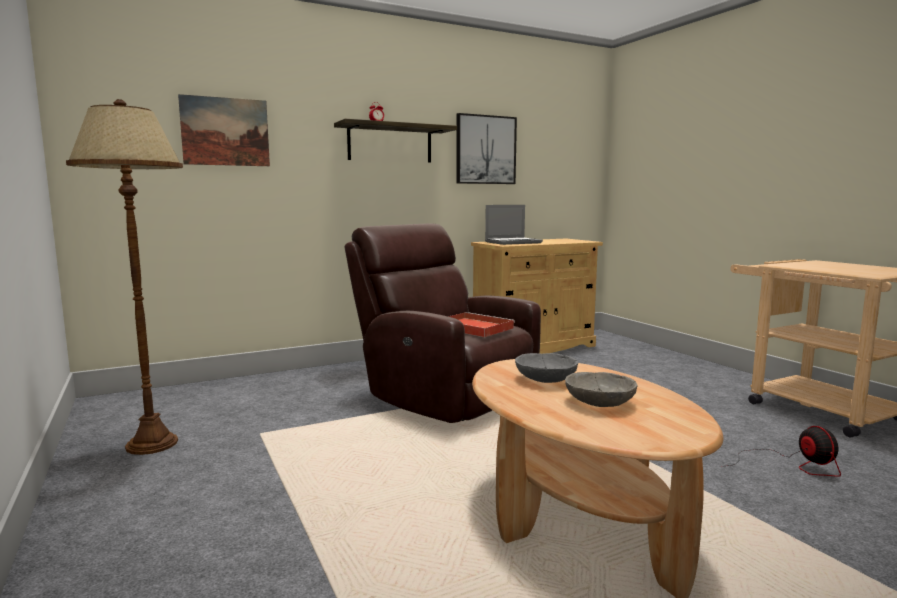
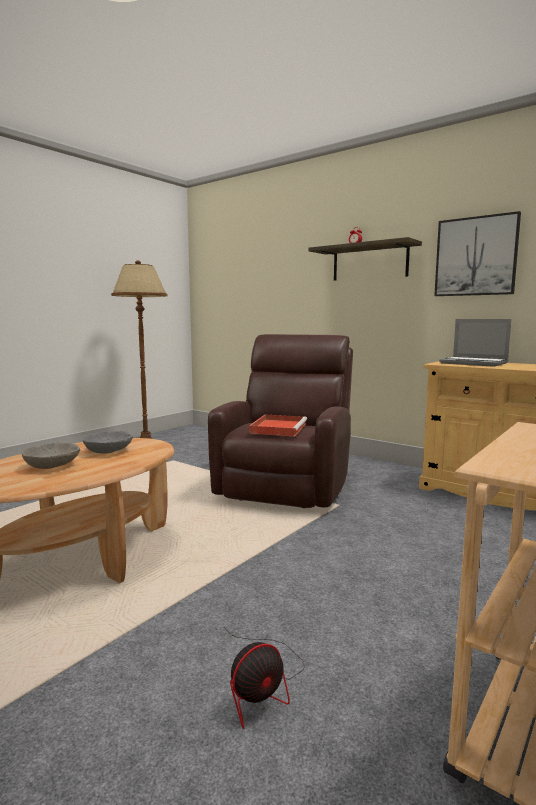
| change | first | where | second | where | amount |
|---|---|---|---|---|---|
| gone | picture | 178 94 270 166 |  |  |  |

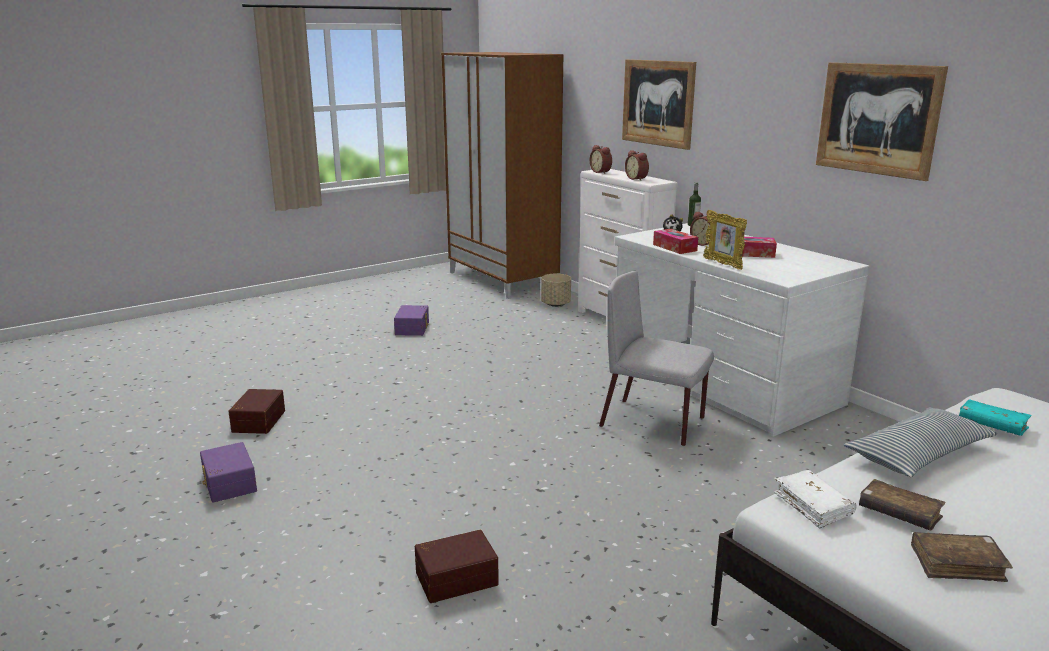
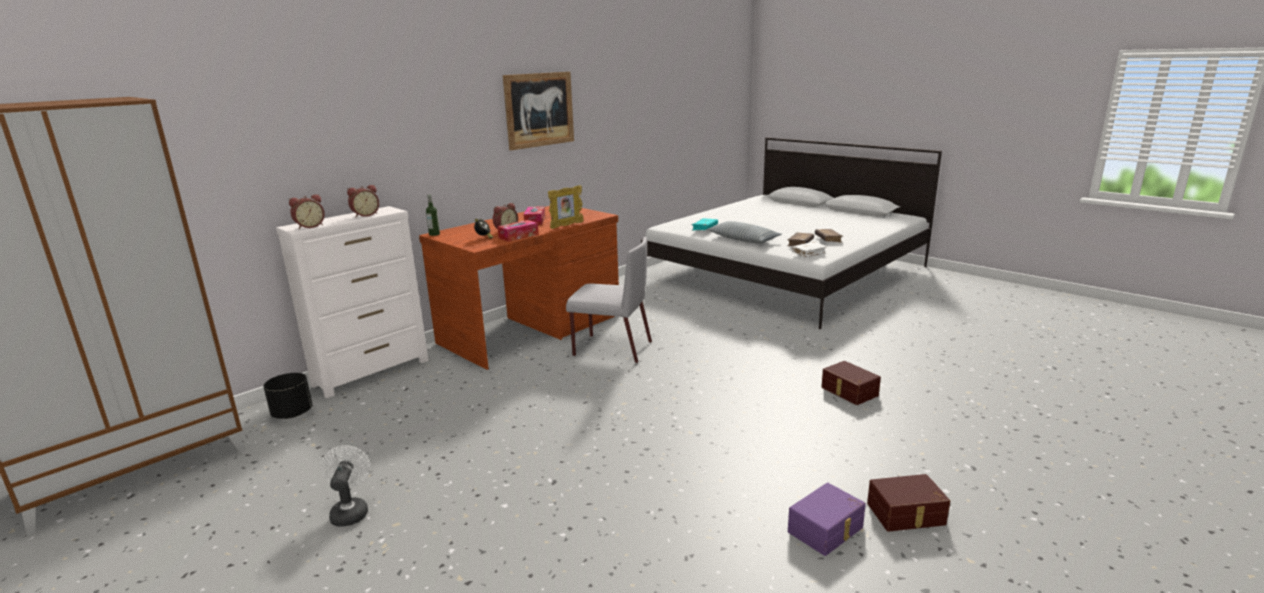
| change | first | where | second | where | amount |
|---|---|---|---|---|---|
| repainted | sand-coloured flower pot | 541 274 571 307 | black-coloured flower pot | 263 373 313 419 |  |
| swapped | purple-coloured storage container | 394 305 429 336 | whitish fan | 321 446 371 527 |  |
| repainted | whitish desk | 615 223 870 437 | brown-coloured desk | 419 206 619 370 |  |
| rotated | greyish chair | 599 271 714 446 |  | 566 237 652 363 | 90 degrees counterclockwise |
| shifted | brown-coloured storage container | 228 389 285 434 |  | 867 474 950 532 |  |
| gone | picture | 622 59 696 150 |  |  |  |

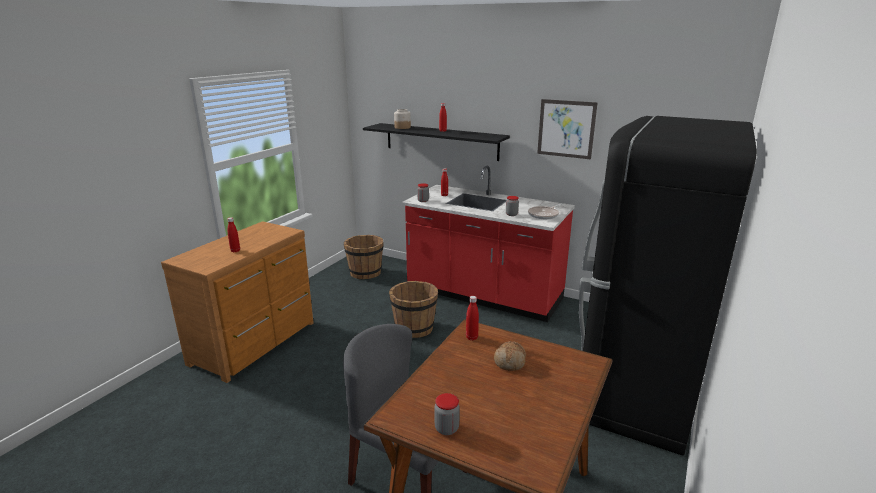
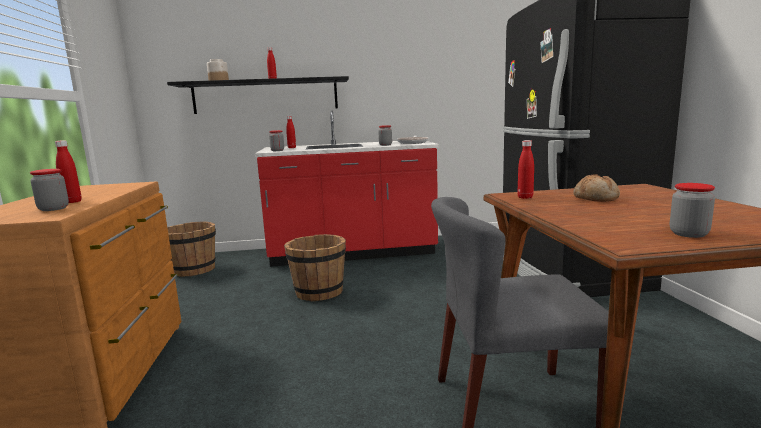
| change | first | where | second | where | amount |
|---|---|---|---|---|---|
| new |  |  | preserve jar | 30 169 69 211 |  |
| gone | picture | 537 99 598 159 |  |  |  |

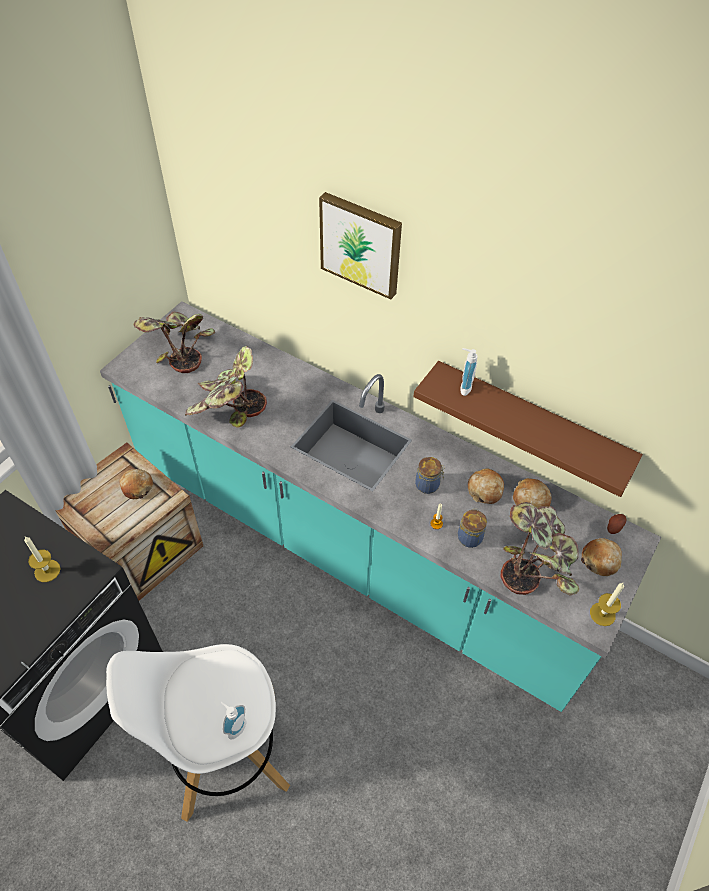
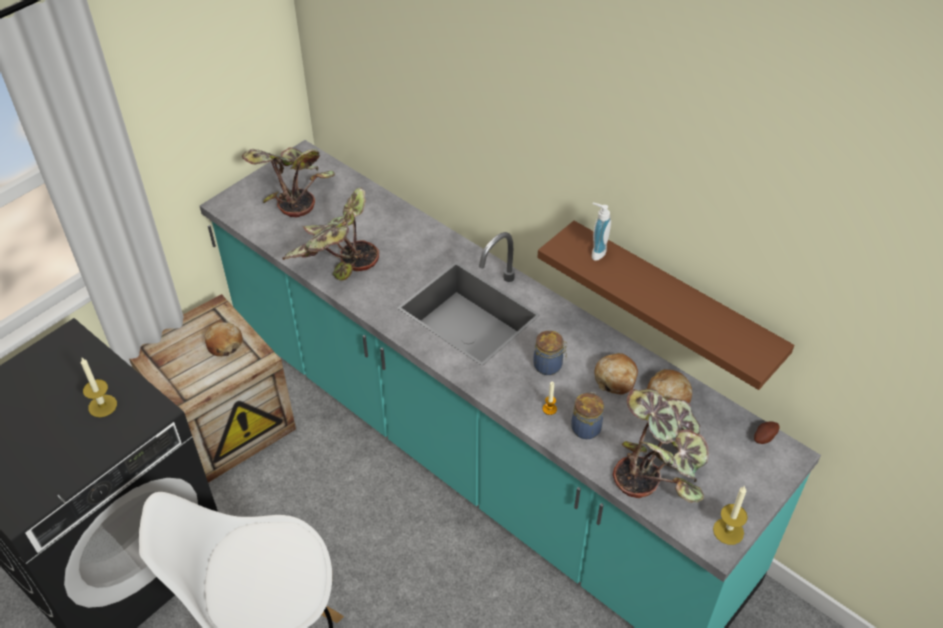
| change | first | where | second | where | amount |
|---|---|---|---|---|---|
| gone | soap bottle | 221 702 247 740 |  |  |  |
| gone | picture | 319 192 402 299 |  |  |  |
| gone | bread | 581 538 622 576 |  |  |  |

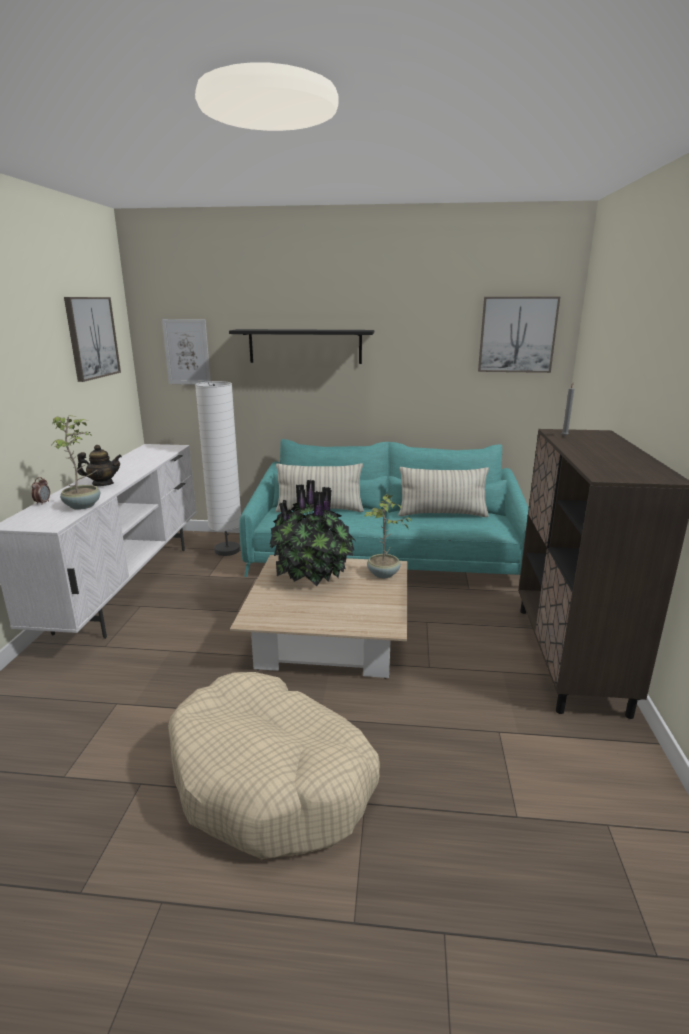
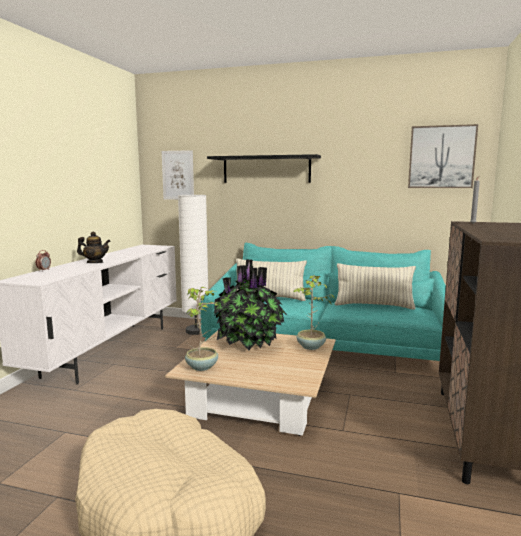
| change | first | where | second | where | amount |
|---|---|---|---|---|---|
| shifted | houseplant | 52 415 100 510 |  | 185 287 220 371 |  |
| gone | picture | 64 297 121 382 |  |  |  |

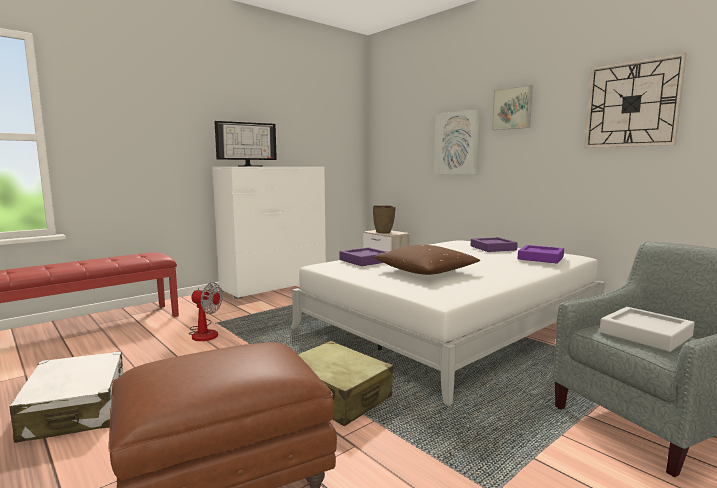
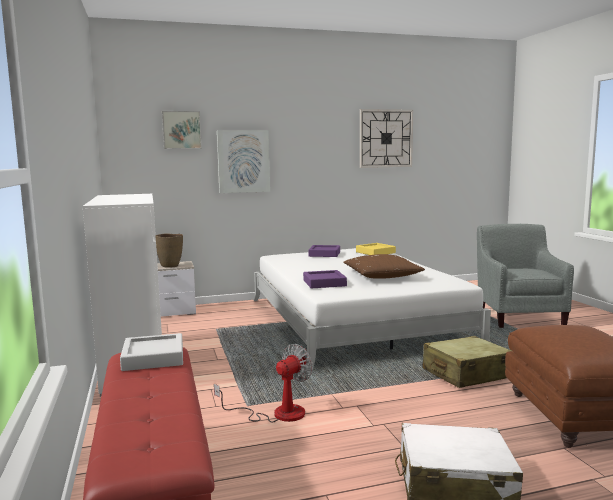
| change | first | where | second | where | amount |
|---|---|---|---|---|---|
| shifted | greyish serving tray | 600 307 695 352 |  | 120 333 183 371 |  |
| shifted | picture | 492 85 533 130 |  | 162 111 202 149 |  |
| repainted | purple-coloured serving tray | 517 245 564 264 | yellow-coloured serving tray | 356 243 396 255 |  |
| gone | monitor | 214 121 277 167 |  |  |  |

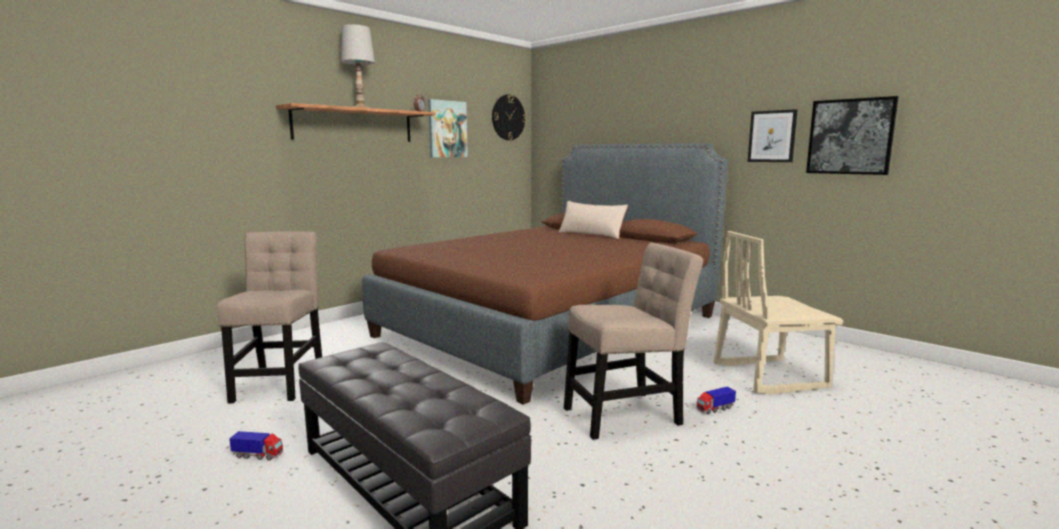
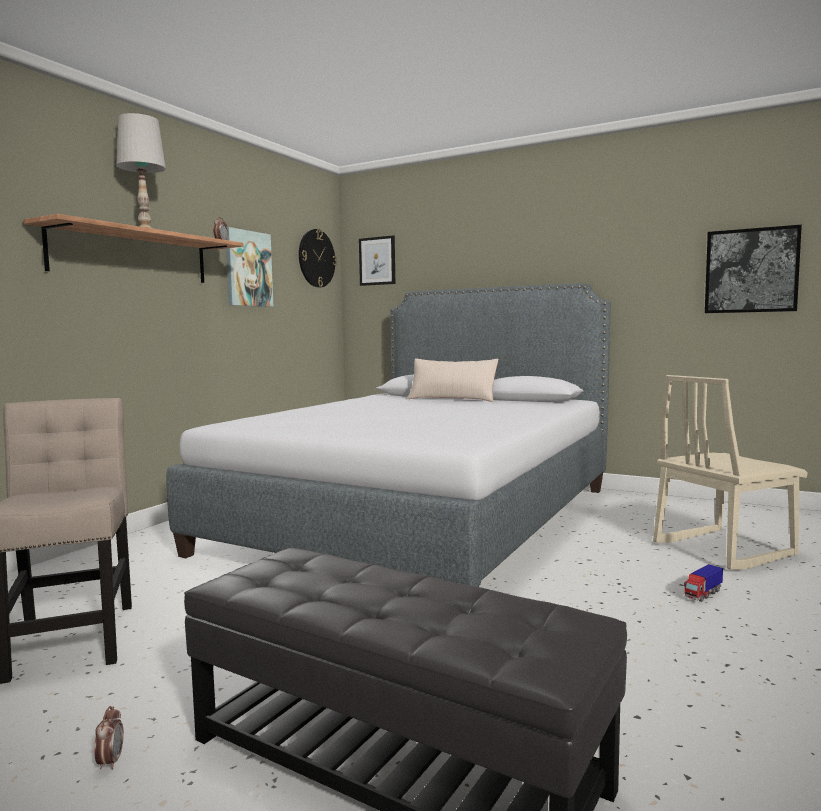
| change | first | where | second | where | amount |
|---|---|---|---|---|---|
| swapped | toy lorry | 229 431 283 460 | table clock | 94 706 124 770 |  |
| repainted | brown-coloured sleeping bed | 362 143 728 405 | greyish sleeping bed | 166 283 611 587 |  |
| shifted | picture | 748 109 798 162 |  | 359 235 395 286 |  |
| gone | sand-coloured chair | 564 243 703 440 |  |  |  |

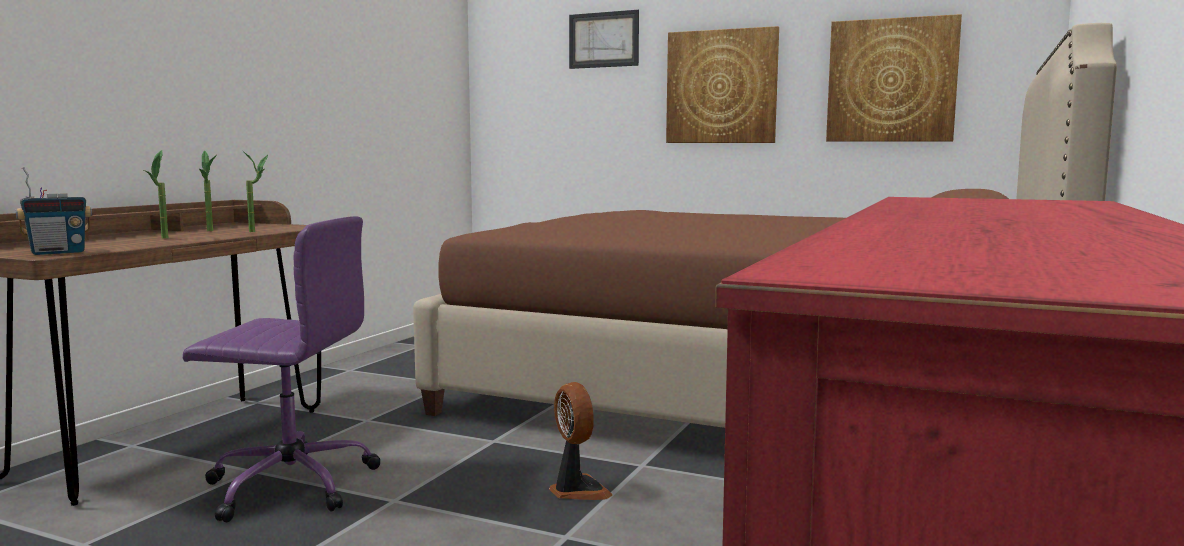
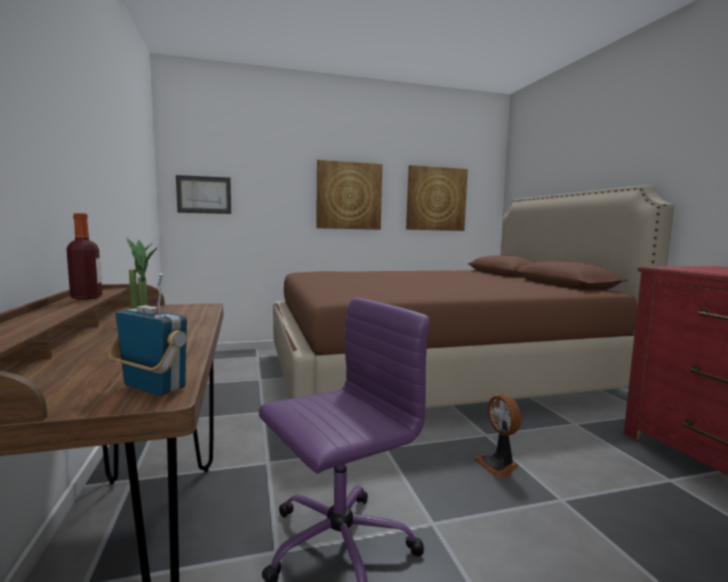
| change | first | where | second | where | amount |
|---|---|---|---|---|---|
| new |  |  | beverage bottle | 66 213 102 300 |  |
| rotated | radio set | 15 167 92 255 |  | 108 273 187 396 | 75 degrees counterclockwise |
| shifted | picture | 569 10 639 69 |  | 176 175 231 214 |  |
| rotated | fan | 549 382 612 500 |  | 474 394 522 478 | 135 degrees counterclockwise |
| gone | houseplant | 243 151 268 232 |  |  |  |

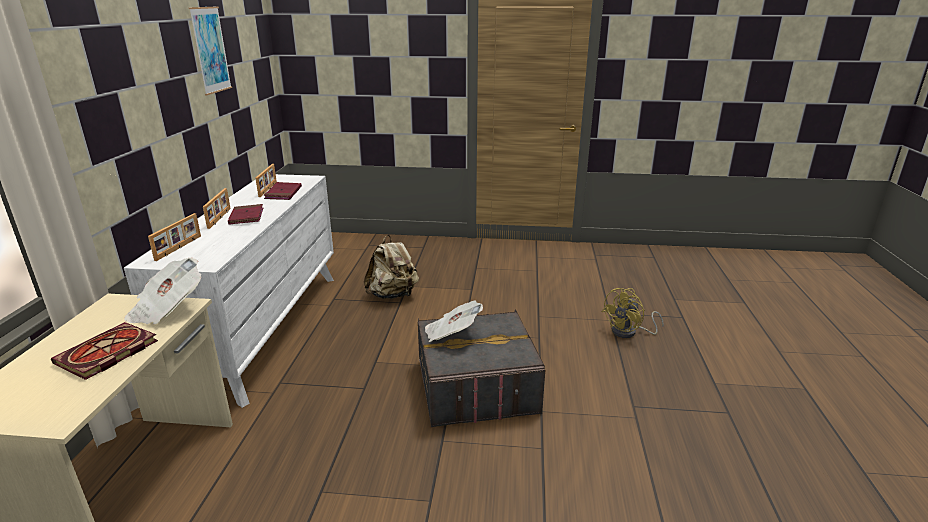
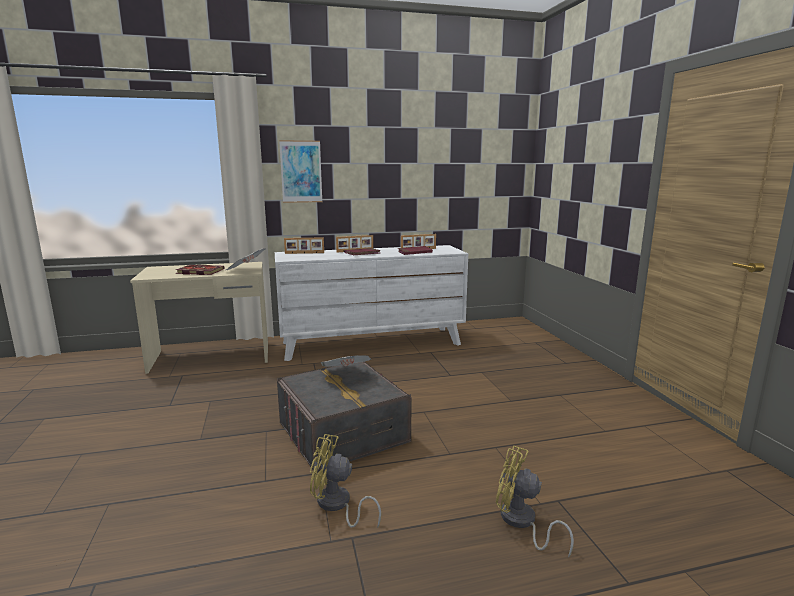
| change | first | where | second | where | amount |
|---|---|---|---|---|---|
| shifted | picture | 189 7 232 95 |  | 279 140 322 203 |  |
| new |  |  | yellow-coloured fan | 310 434 381 528 |  |
| gone | sand-coloured rucksack | 364 235 419 299 |  |  |  |

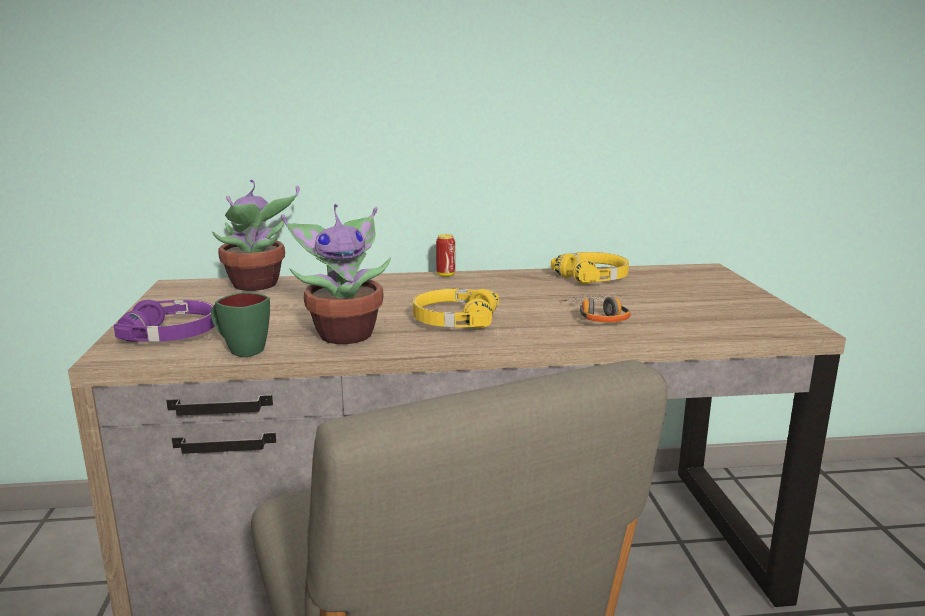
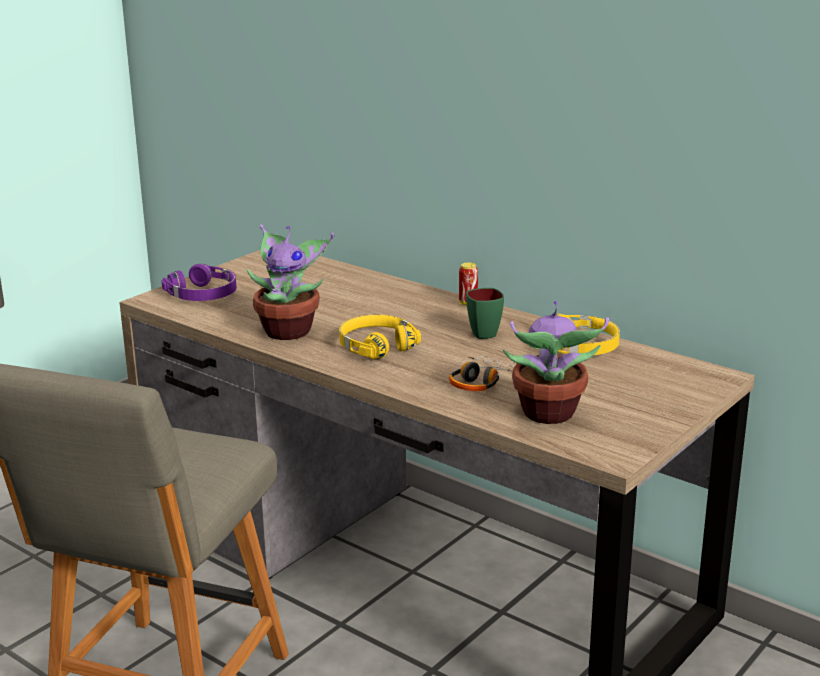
| change | first | where | second | where | amount |
|---|---|---|---|---|---|
| shifted | greenish tea mug | 211 292 270 357 |  | 466 288 504 339 |  |
| shifted | houseplant | 212 180 299 291 |  | 503 301 609 424 |  |

